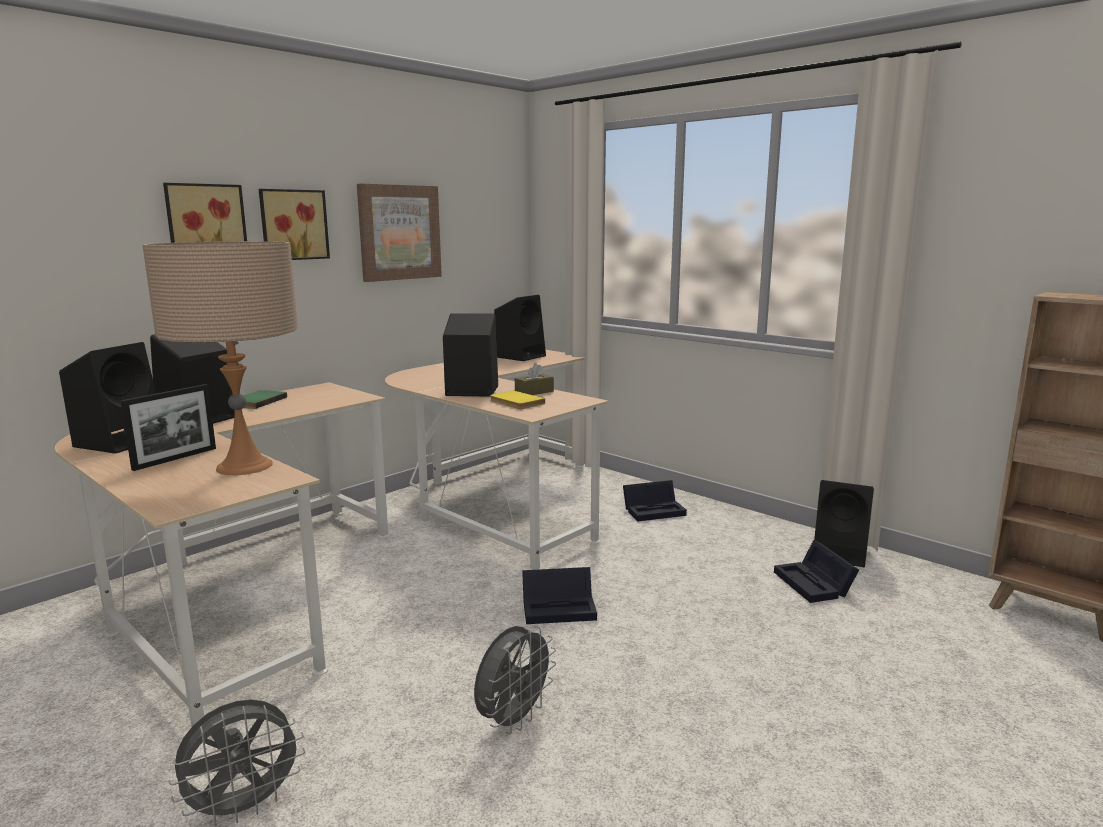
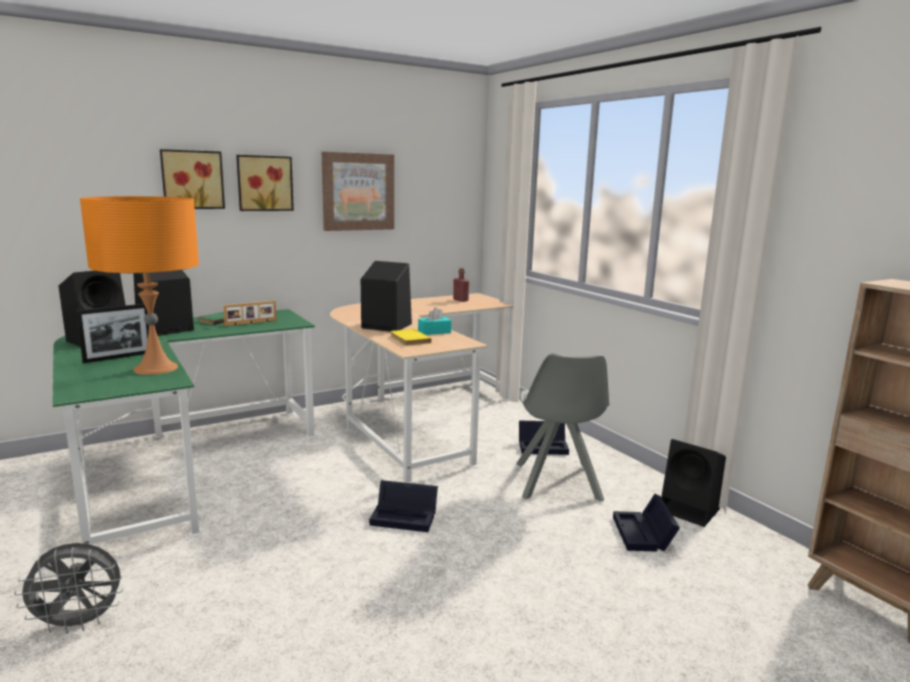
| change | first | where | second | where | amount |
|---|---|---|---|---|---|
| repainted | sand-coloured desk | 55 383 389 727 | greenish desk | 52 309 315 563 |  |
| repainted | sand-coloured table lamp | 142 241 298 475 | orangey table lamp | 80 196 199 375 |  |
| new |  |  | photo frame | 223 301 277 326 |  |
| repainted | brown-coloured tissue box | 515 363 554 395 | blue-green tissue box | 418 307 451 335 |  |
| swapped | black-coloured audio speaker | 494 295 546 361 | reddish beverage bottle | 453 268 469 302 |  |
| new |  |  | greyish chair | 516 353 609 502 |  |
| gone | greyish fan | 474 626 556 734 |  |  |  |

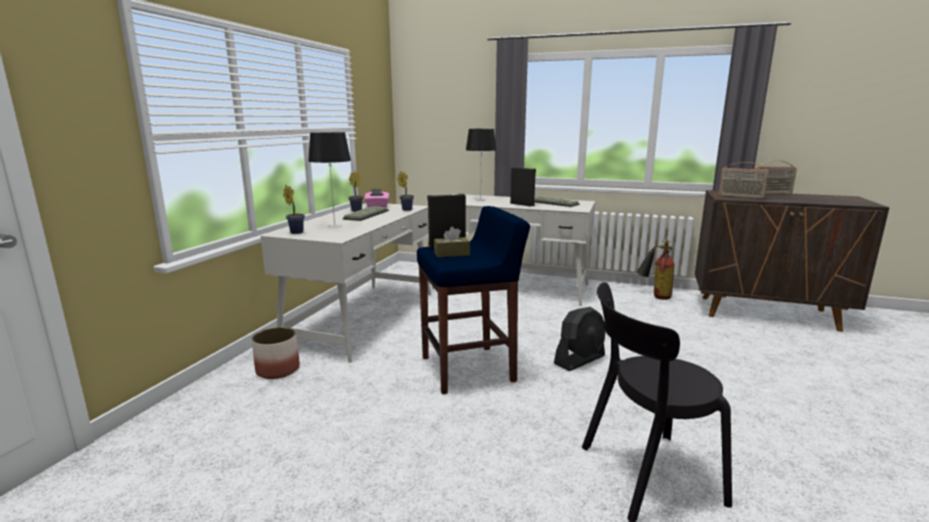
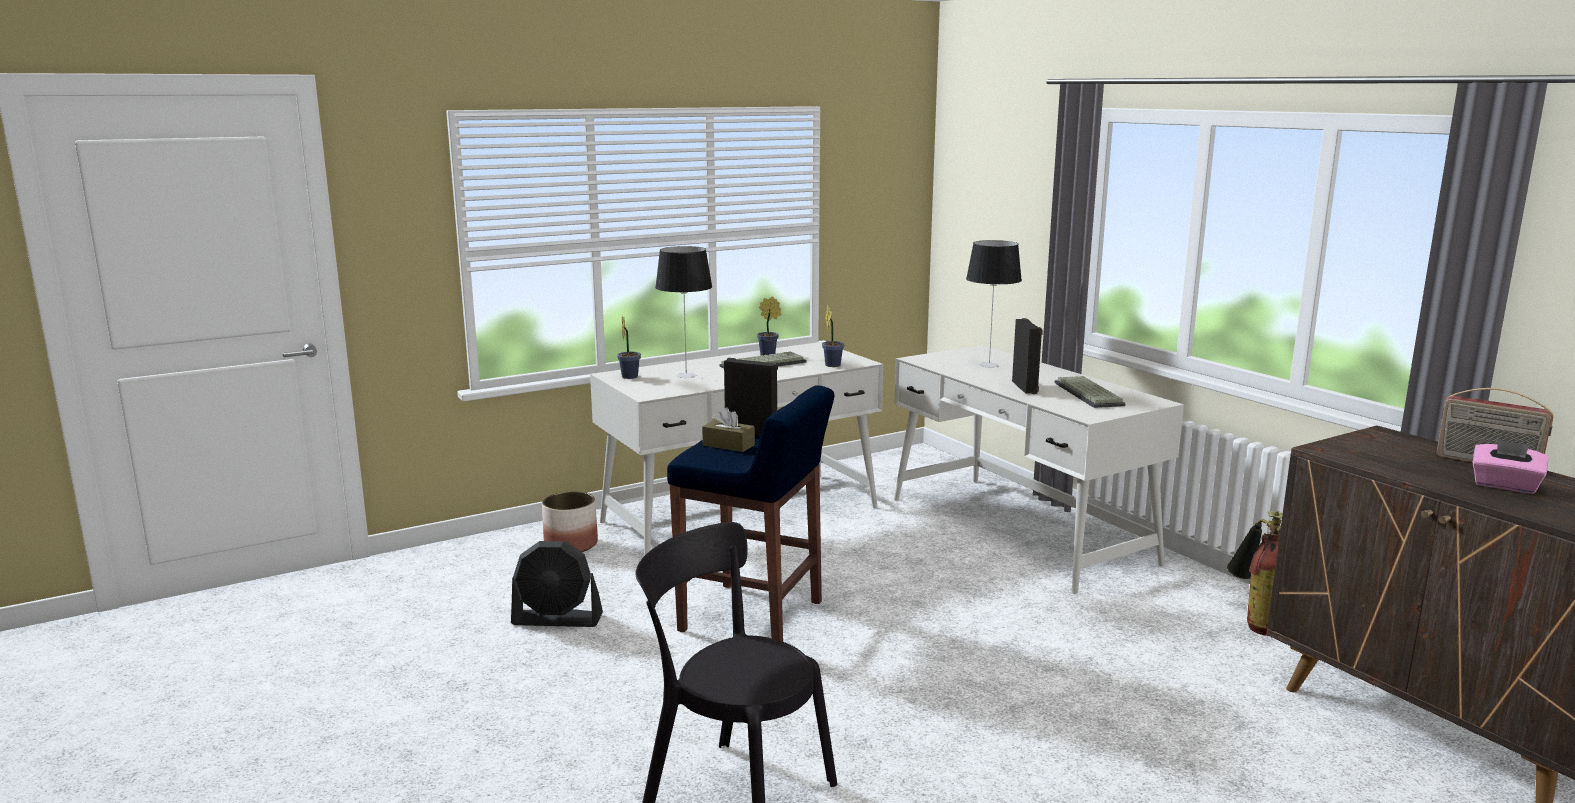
| change | first | where | second | where | amount |
|---|---|---|---|---|---|
| shifted | black-coloured fan | 554 307 606 371 |  | 511 541 603 627 |  |
| shifted | pink-coloured tissue box | 365 189 389 208 |  | 1472 439 1549 494 |  |
| gone | radio set | 719 162 769 199 |  |  |  |

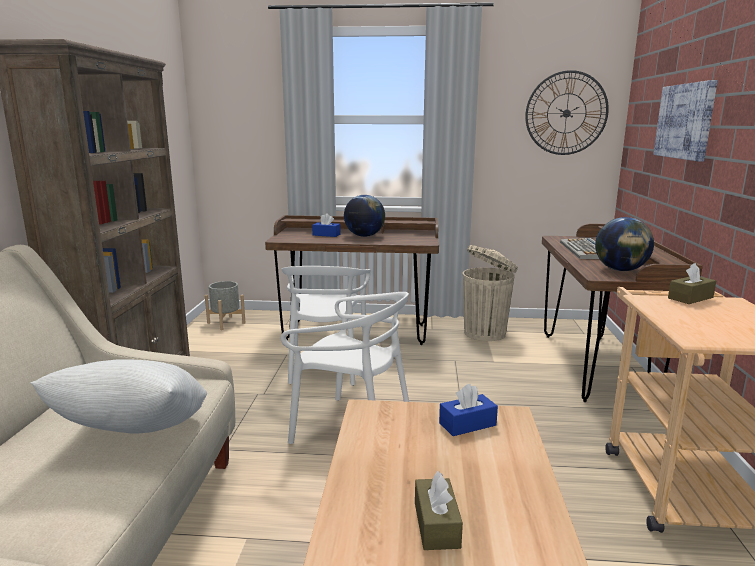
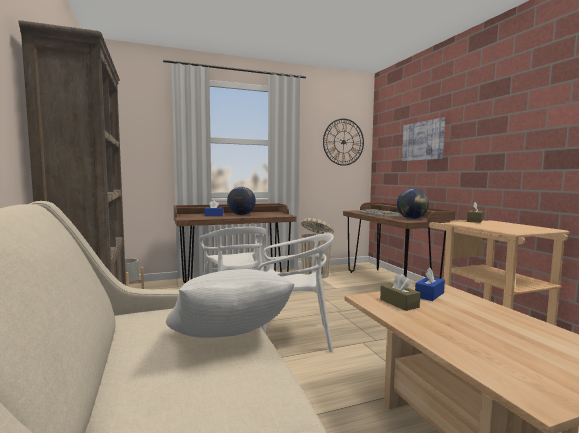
| change | first | where | second | where | amount |
|---|---|---|---|---|---|
| shifted | brown-coloured tissue box | 415 471 463 550 |  | 380 274 420 311 |  |

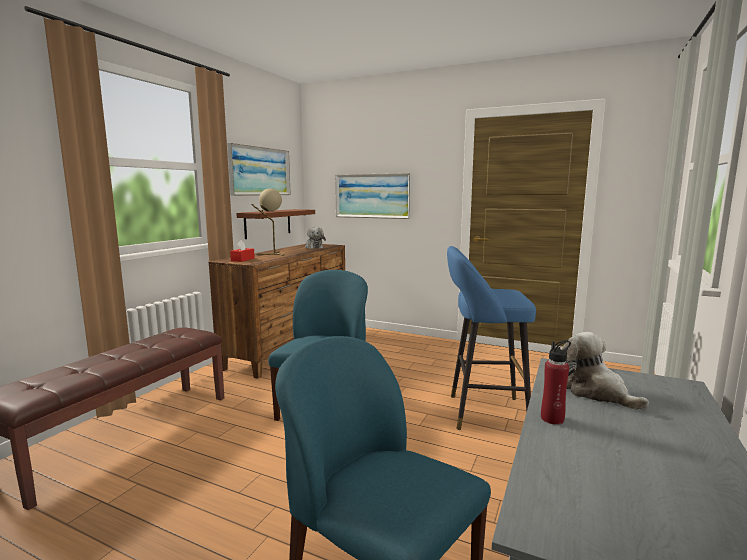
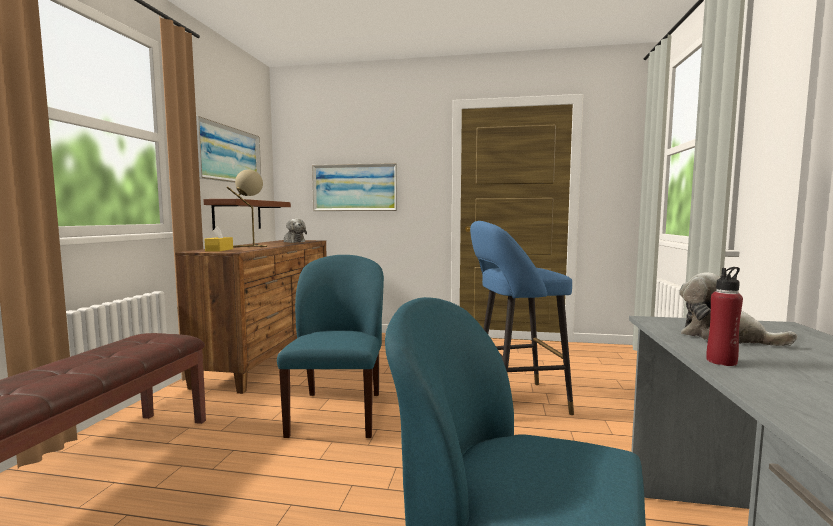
| change | first | where | second | where | amount |
|---|---|---|---|---|---|
| repainted | reddish tissue box | 230 240 255 262 | yellow-coloured tissue box | 205 226 233 251 |  |

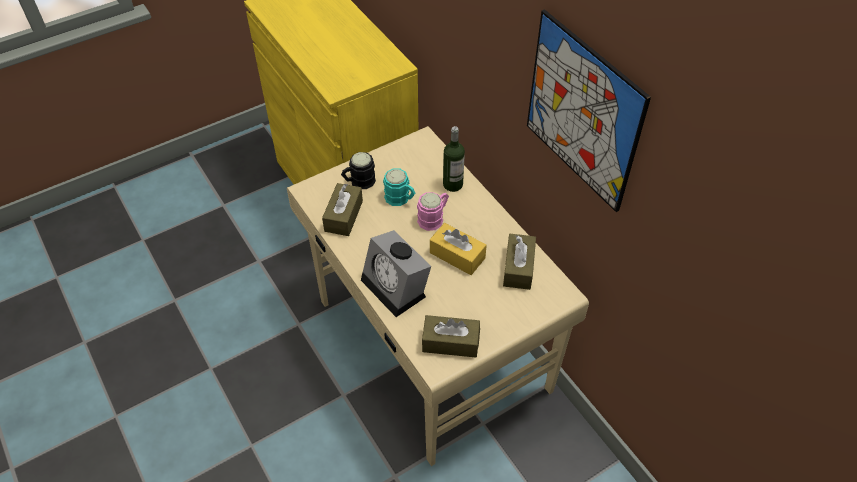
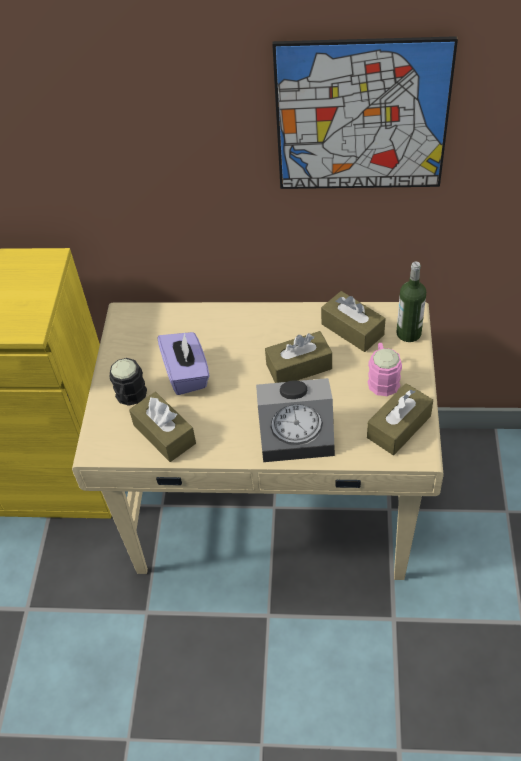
| change | first | where | second | where | amount |
|---|---|---|---|---|---|
| swapped | blue-green tea mug | 383 168 415 206 | purple-coloured tissue box | 158 332 210 395 |  |
| repainted | yellow-coloured tissue box | 430 223 487 275 | brown-coloured tissue box | 265 331 332 383 |  |
| shifted | pink-coloured tea mug | 417 192 449 231 |  | 367 343 402 396 |  |
| shifted | beverage bottle | 443 126 465 192 |  | 396 262 426 342 |  |

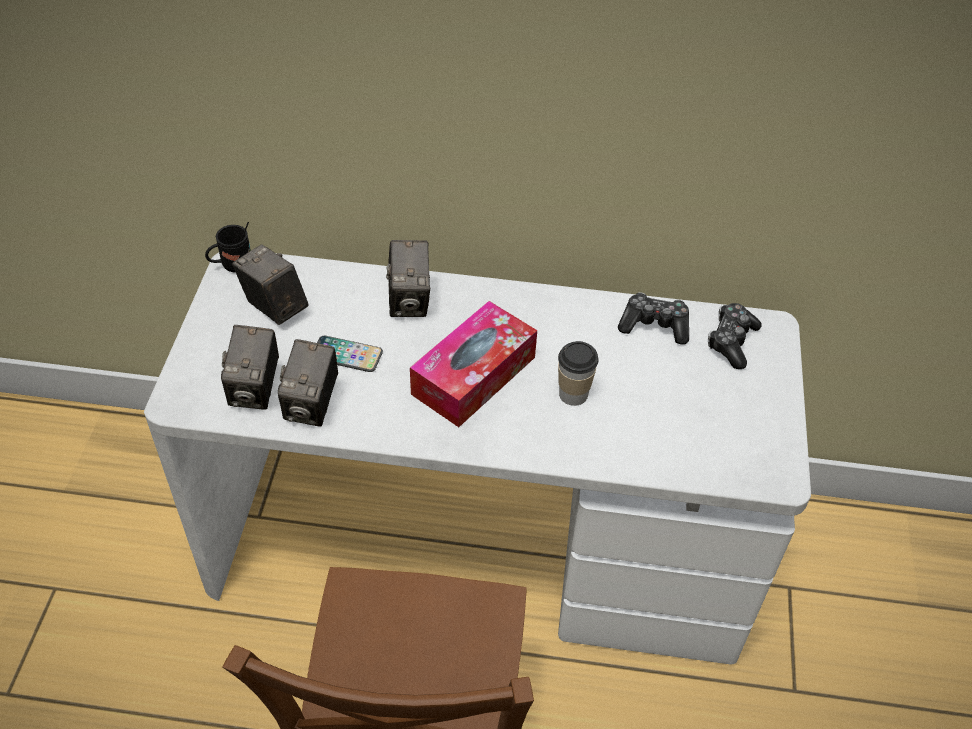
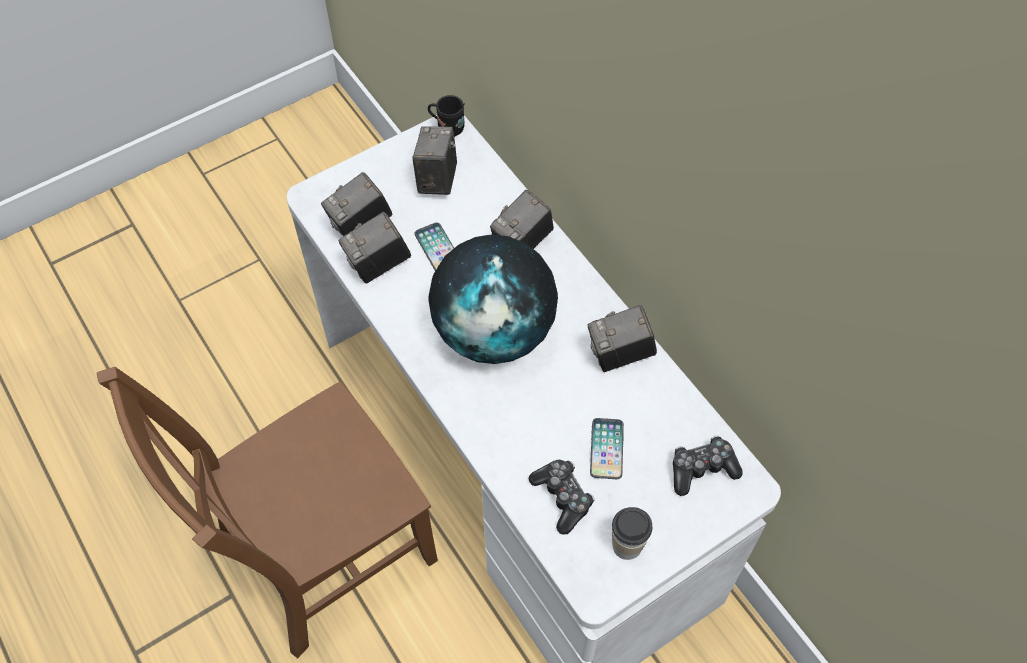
| change | first | where | second | where | amount |
|---|---|---|---|---|---|
| swapped | tissue box | 410 301 537 427 | desk globe | 429 234 558 364 |  |
| shifted | game controller | 618 293 689 345 |  | 529 460 594 535 |  |
| new |  |  | photo camera | 588 305 657 372 |  |
| new |  |  | phone | 590 418 624 479 |  |
| shifted | cup | 558 341 599 406 |  | 612 507 652 560 |  |

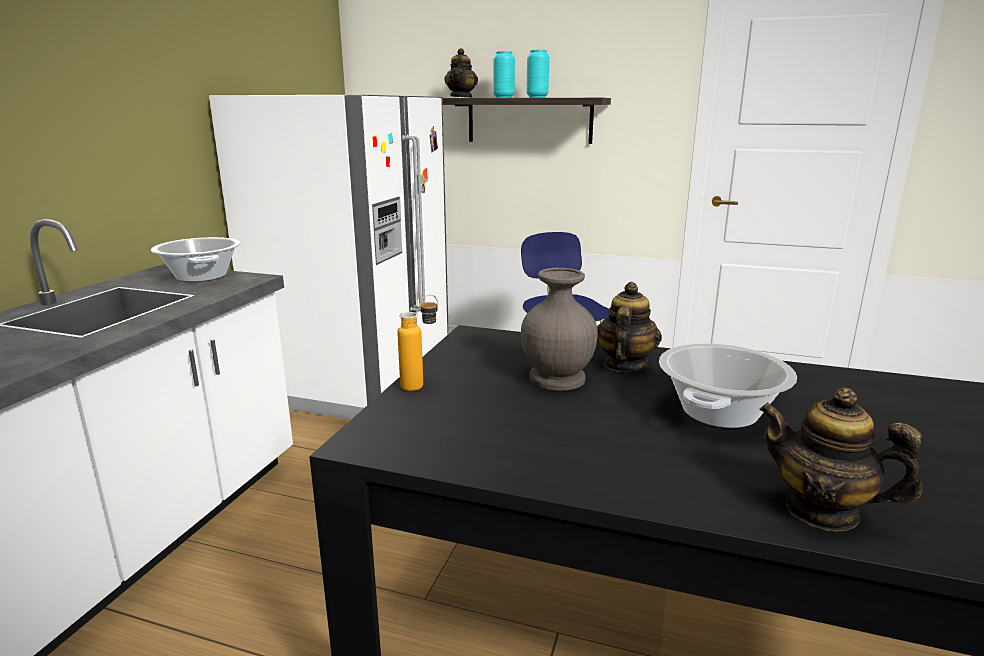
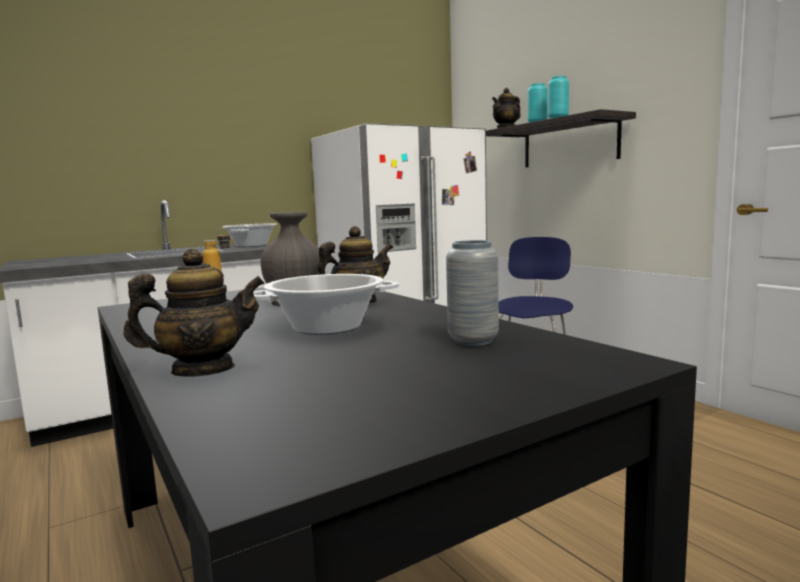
| change | first | where | second | where | amount |
|---|---|---|---|---|---|
| rotated | teapot | 759 388 922 531 |  | 124 248 265 377 | 90 degrees clockwise |
| new |  |  | greyish vase | 446 240 499 346 |  |

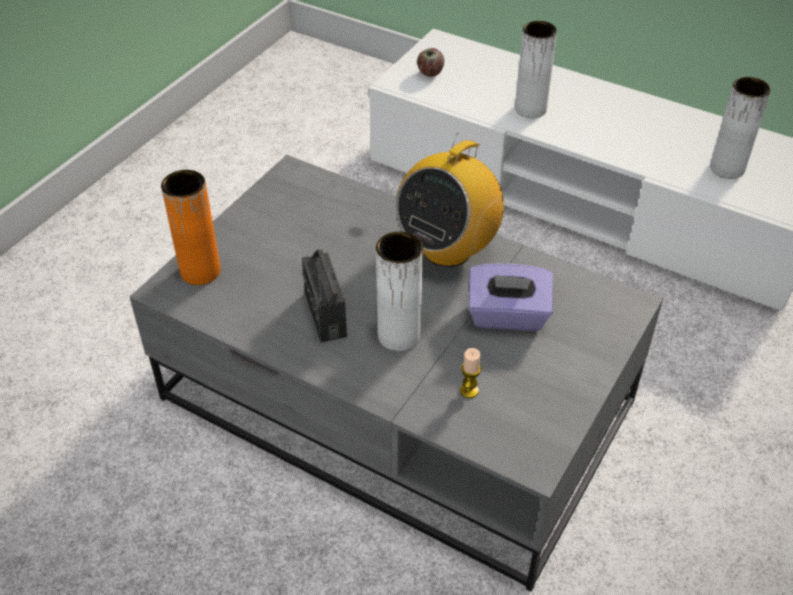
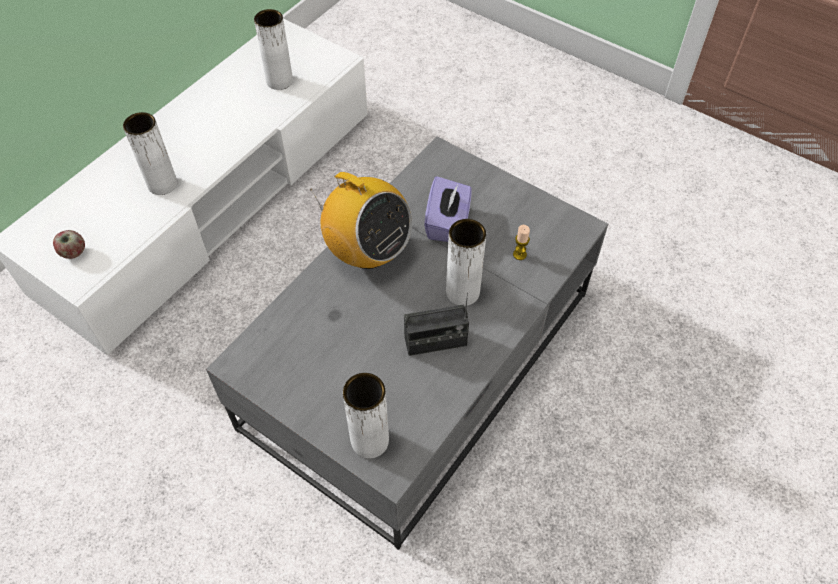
| change | first | where | second | where | amount |
|---|---|---|---|---|---|
| repainted | orangey vase | 161 170 221 285 | whitish vase | 343 373 389 459 |  |

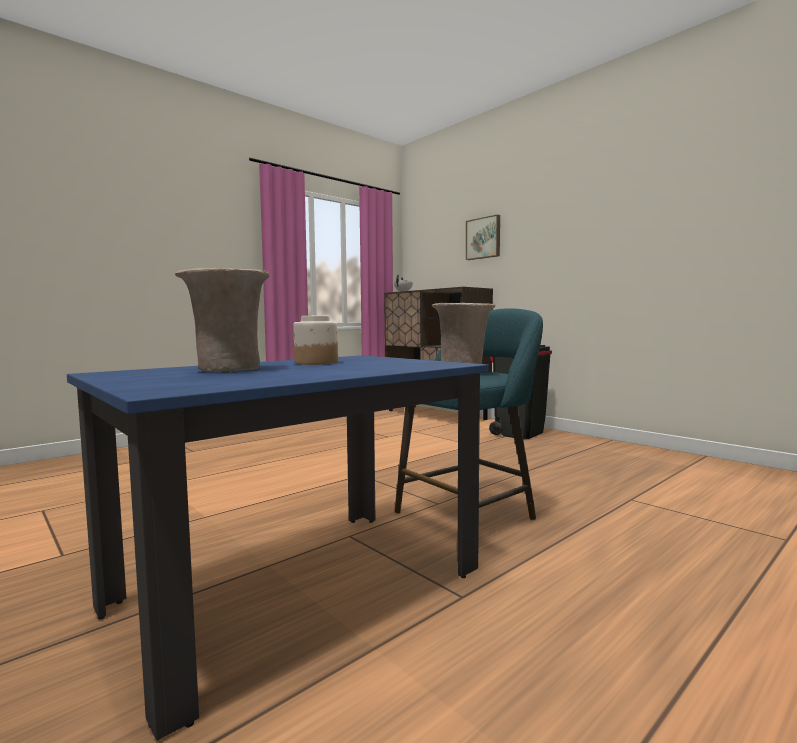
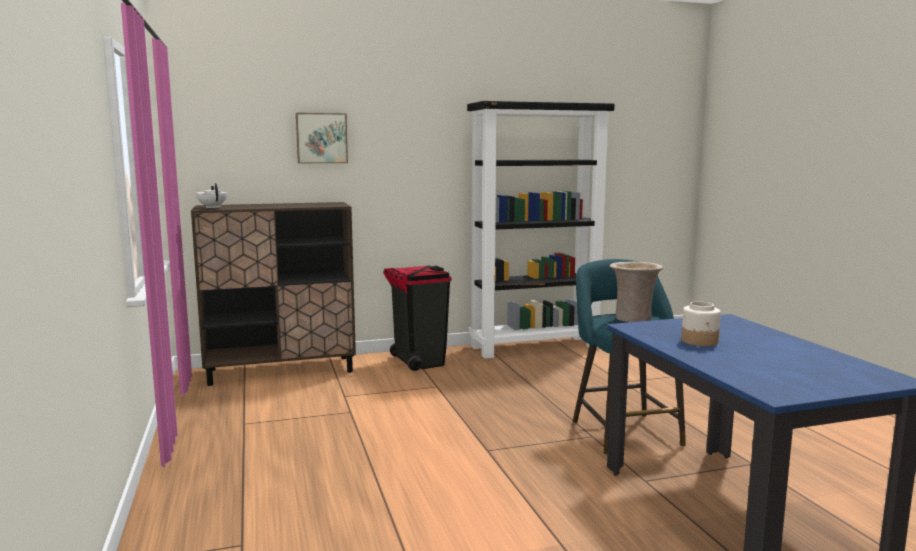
| change | first | where | second | where | amount |
|---|---|---|---|---|---|
| new |  |  | black-coloured bookcase | 467 101 615 359 |  |
| gone | sand-coloured vase | 175 268 270 371 |  |  |  |

